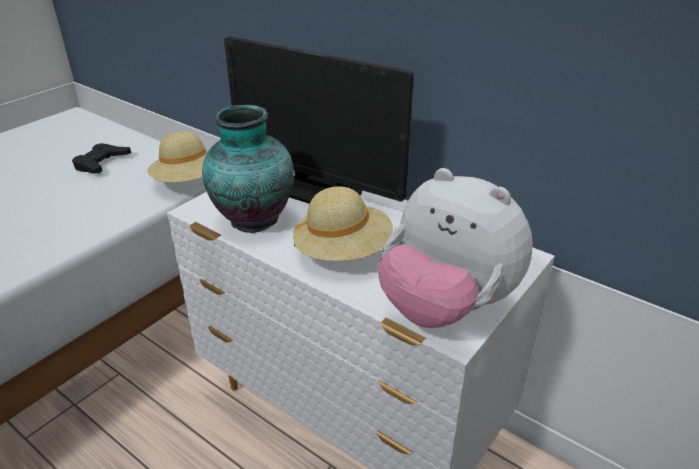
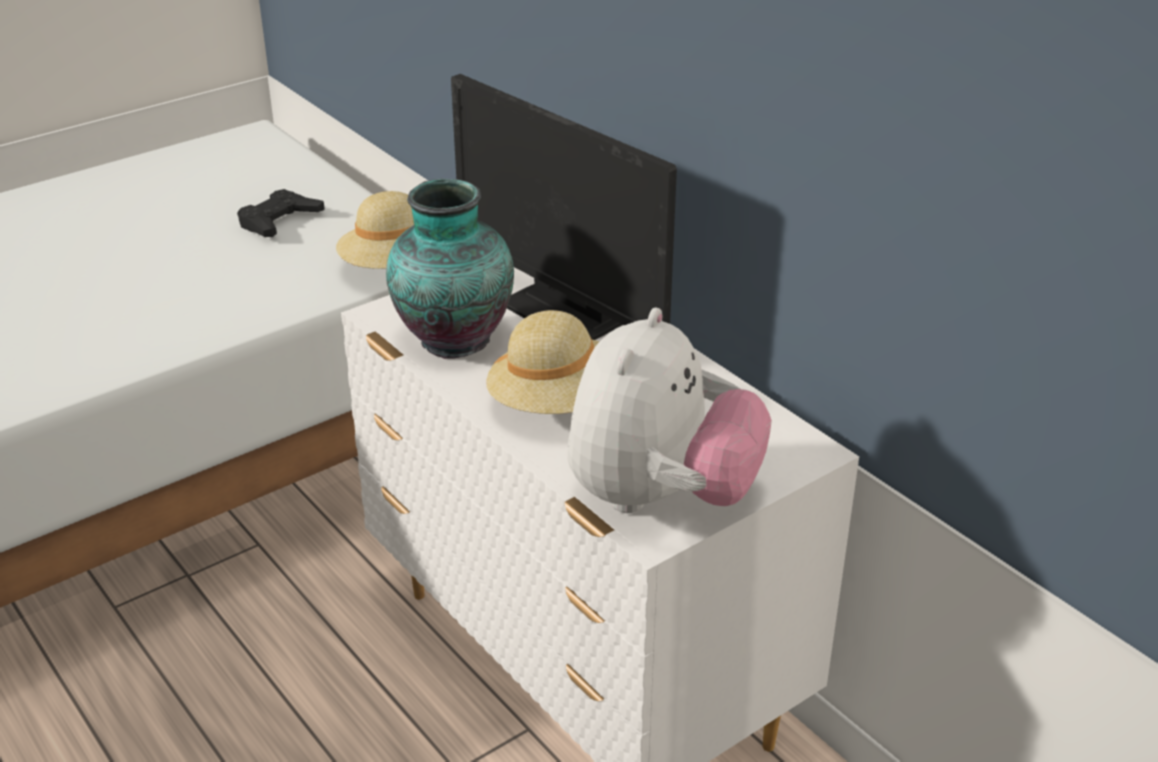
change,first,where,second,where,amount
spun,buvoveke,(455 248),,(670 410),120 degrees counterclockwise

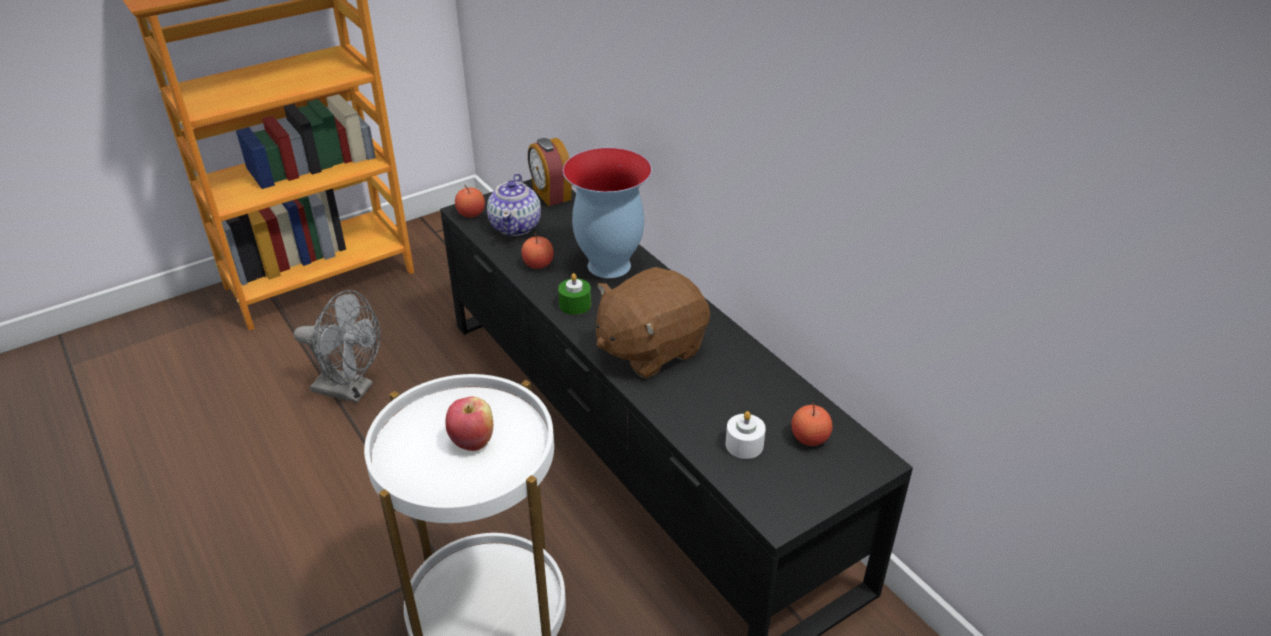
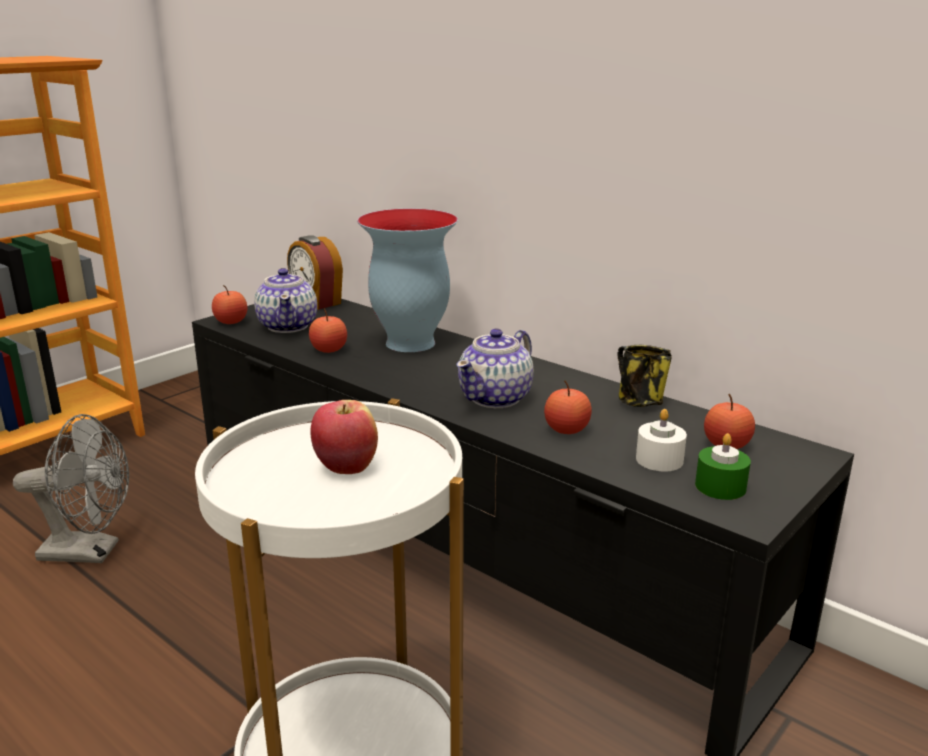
change,first,where,second,where,amount
relocated,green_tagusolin,(574 294),,(723 466),
exchanged,brown_buvoveke,(653 323),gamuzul,(495 368),
appeared,,,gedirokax,(568 407),
appeared,,,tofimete,(644 376),

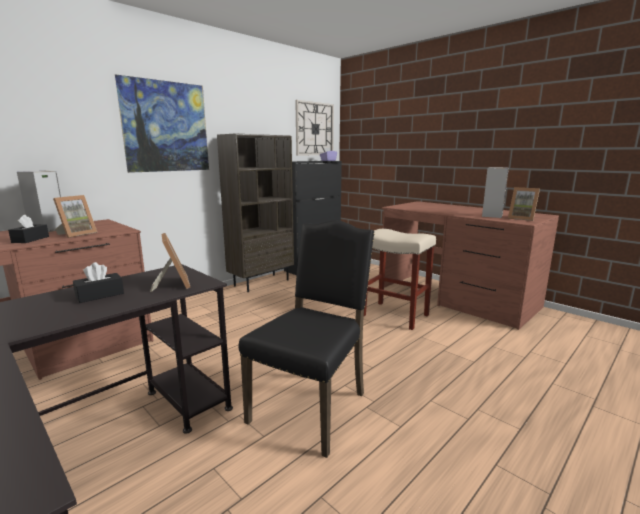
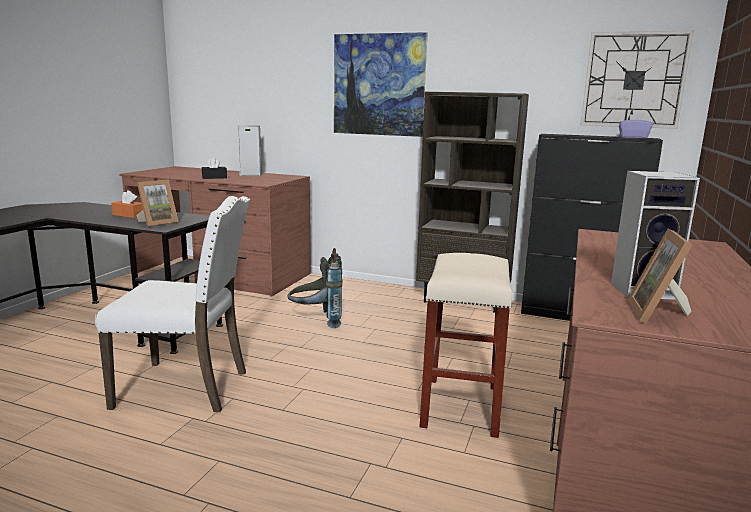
change,first,where,second,where,amount
missing,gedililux,(75 216),,,
colour,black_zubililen,(98 282),orange_zubililen,(127 204),
colour,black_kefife,(306 339),white_kefife,(172 304),
appeared,,,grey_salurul,(315 288),

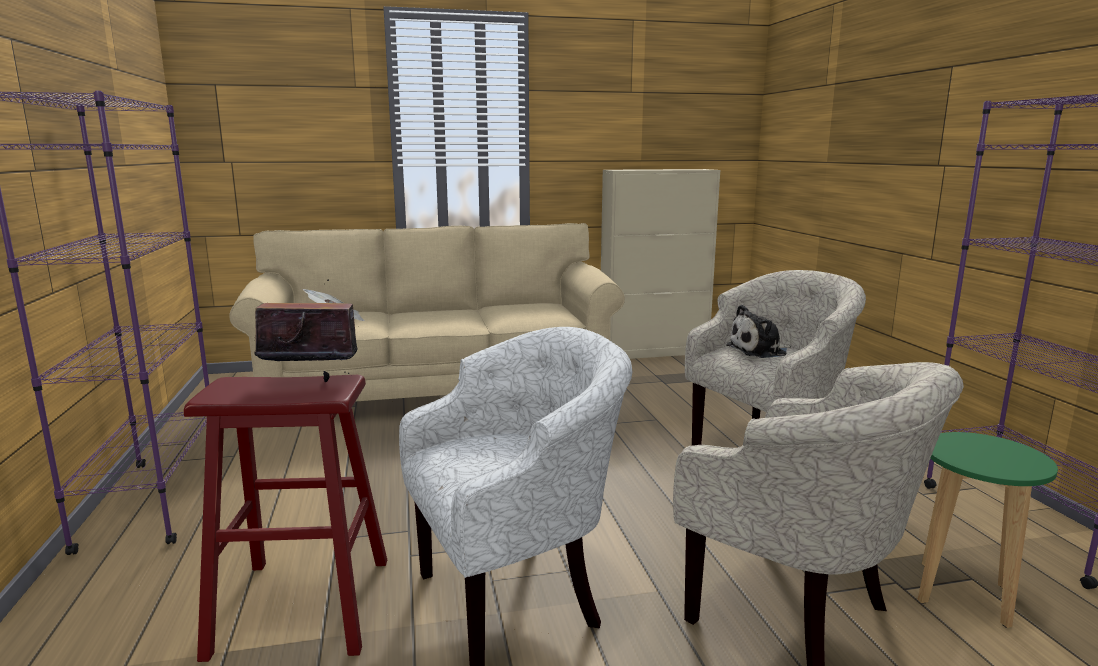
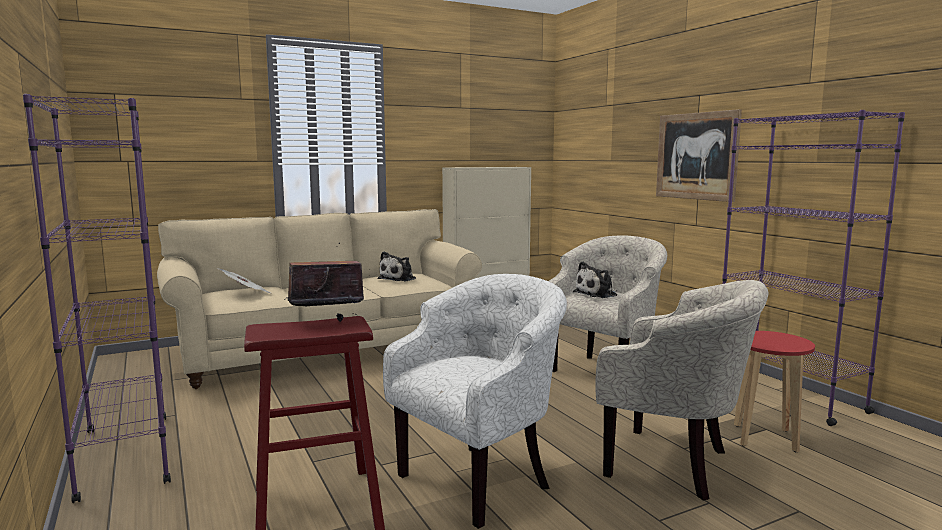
change,first,where,second,where,amount
colour,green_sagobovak,(987 530),red_sagobovak,(774 391),
appeared,,,buvoveke,(397 266),
appeared,,,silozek,(699 155),

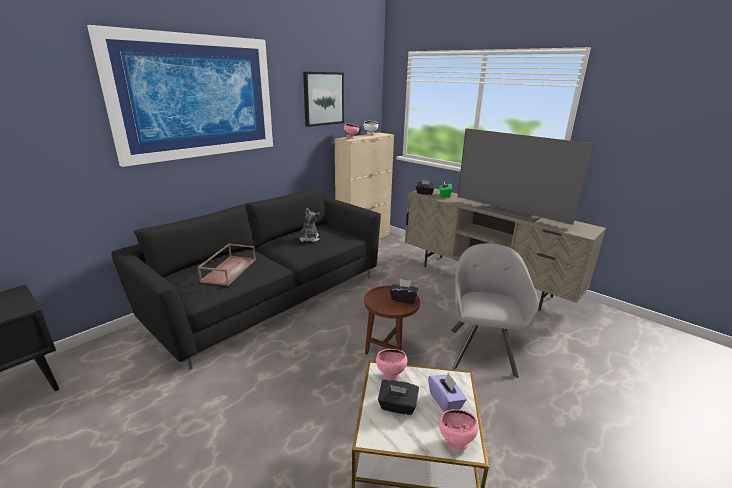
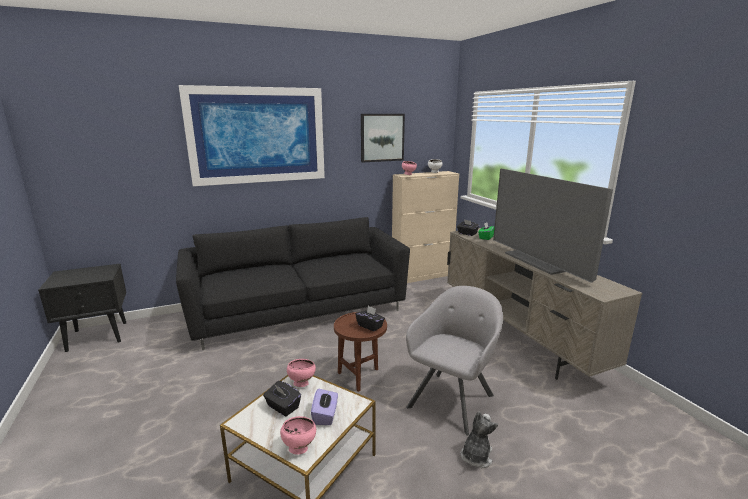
change,first,where,second,where,amount
missing,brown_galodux,(226 264),,,
relocated,buvoveke,(309 225),,(479 440),

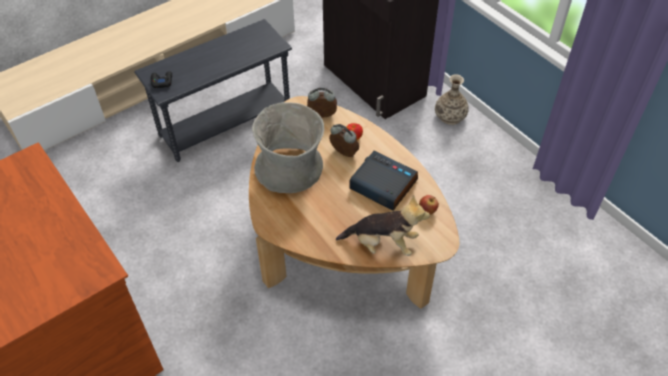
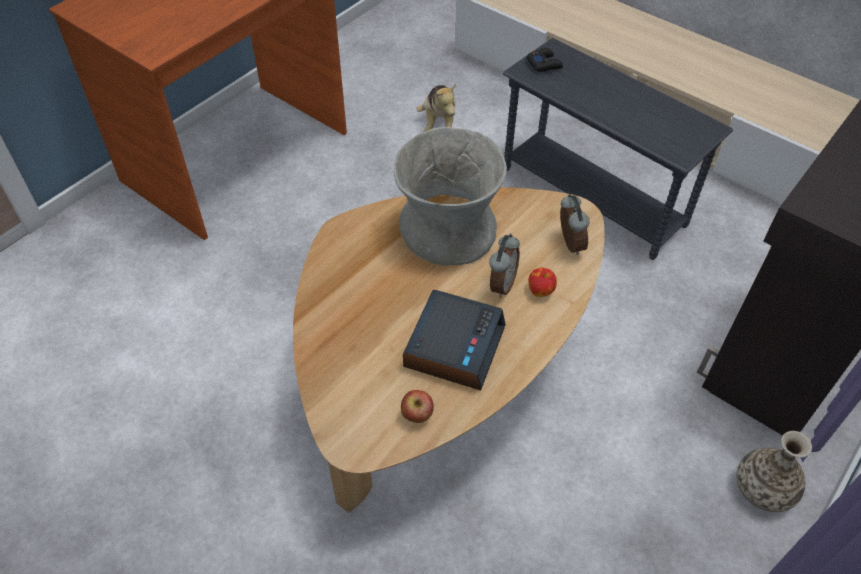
change,first,where,second,where,amount
relocated,buvoveke,(383 225),,(436 108),

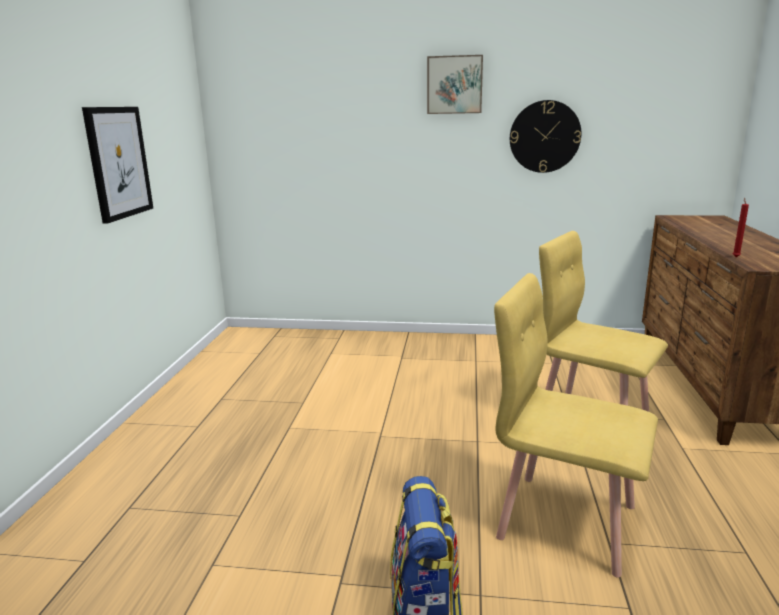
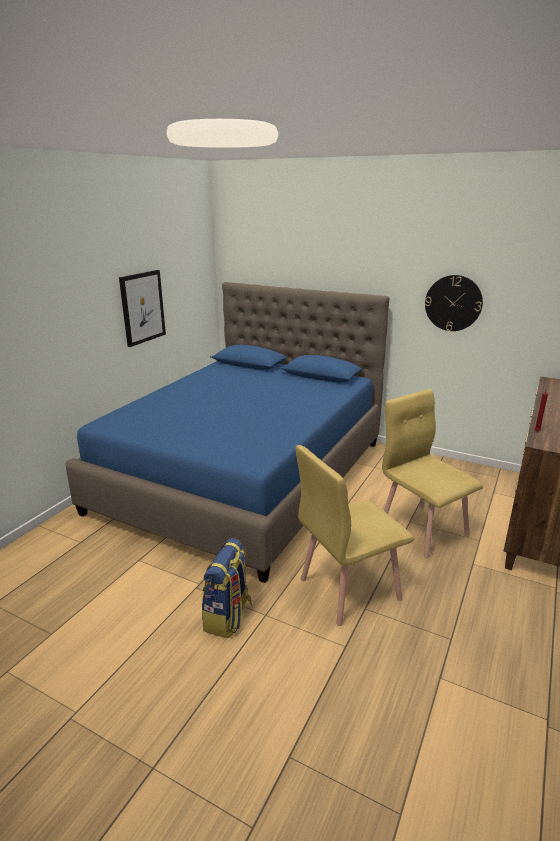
change,first,where,second,where,amount
missing,silozek,(455 84),,,
spun,yellow_kefife,(576 425),,(355 535),75 degrees counterclockwise
appeared,,,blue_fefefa,(227 432),

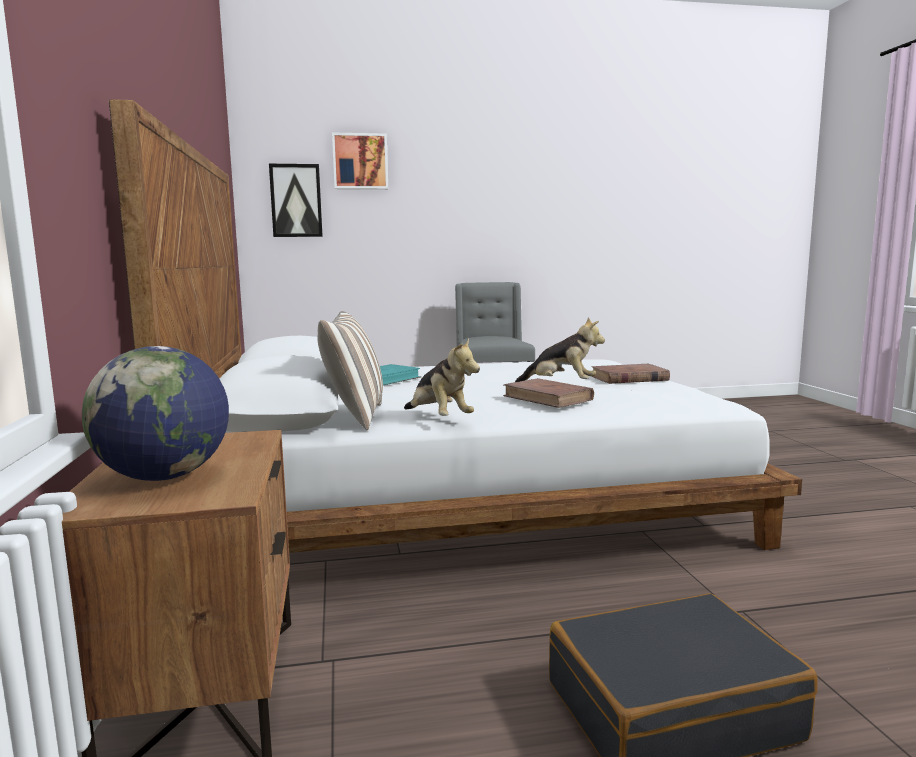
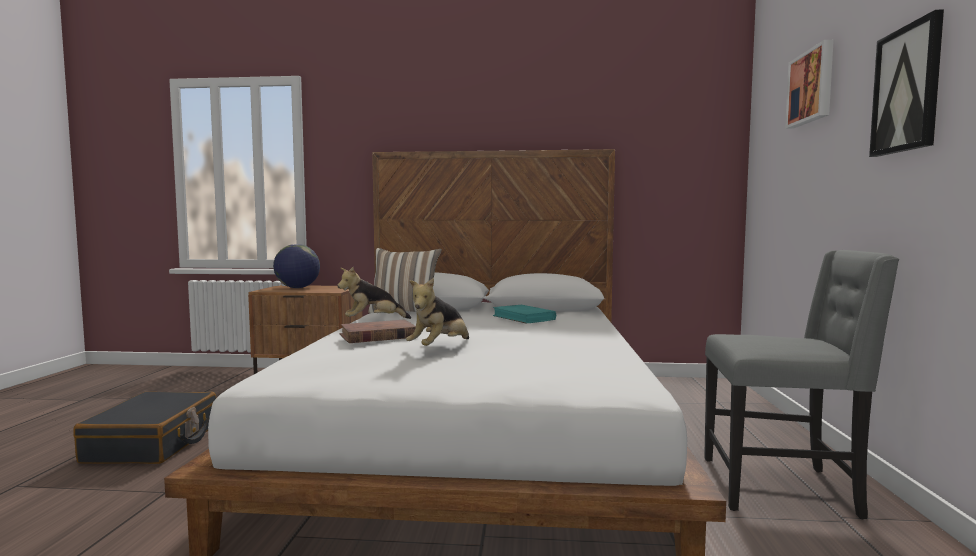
change,first,where,second,where,amount
relocated,silozek,(296 200),,(906 83),
missing,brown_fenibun,(630 374),,,

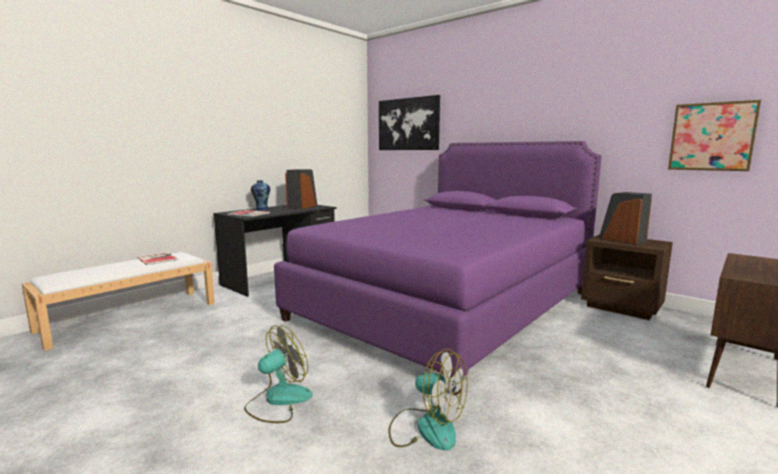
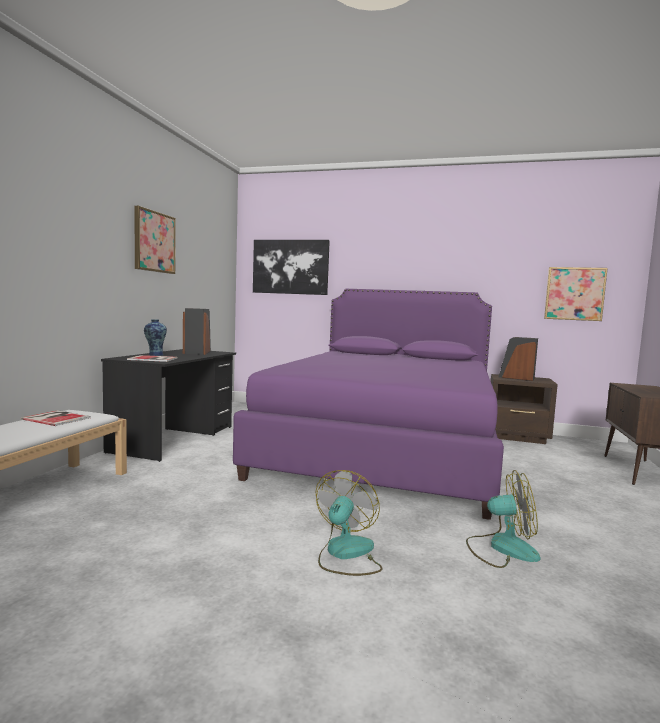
change,first,where,second,where,amount
appeared,,,silozek,(155 240),

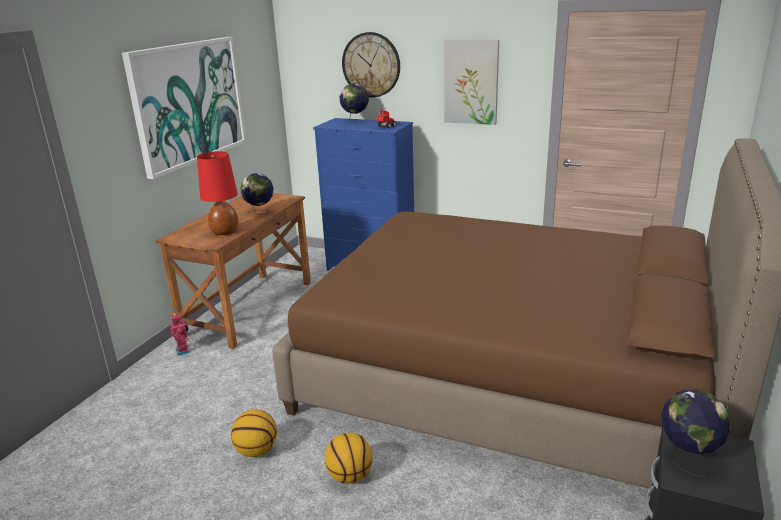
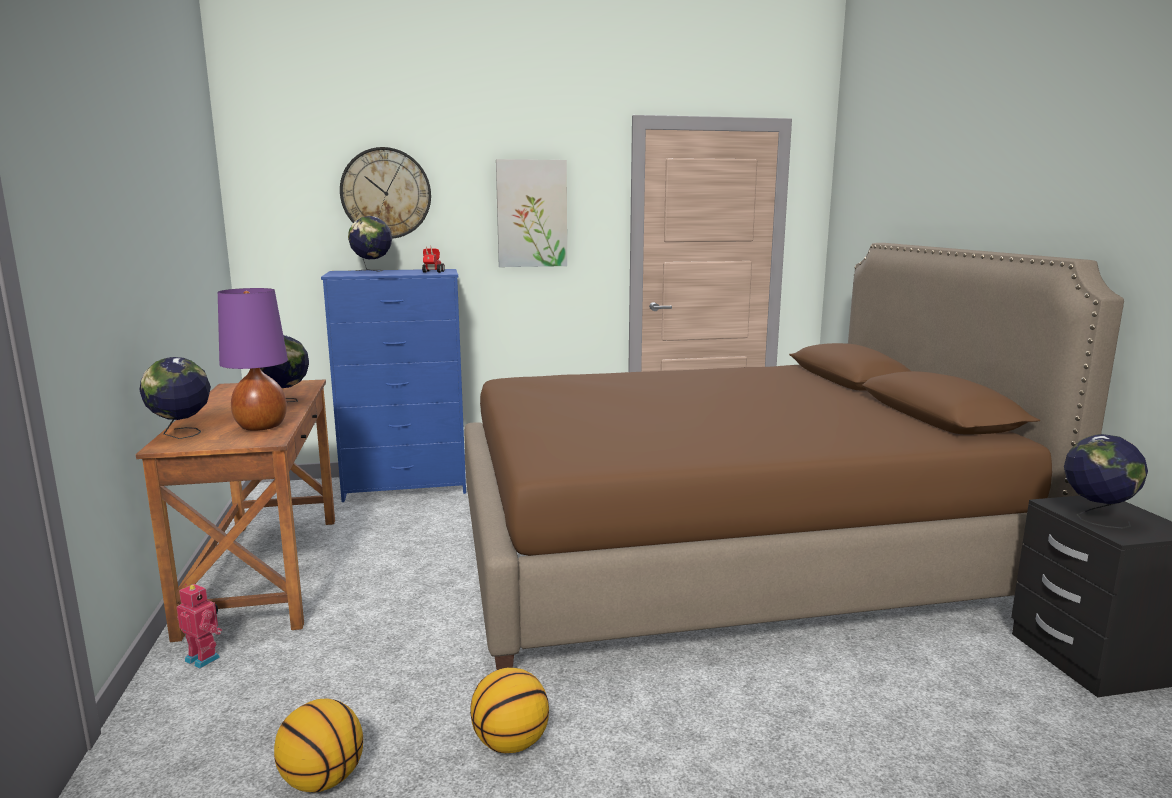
change,first,where,second,where,amount
missing,silozek,(184 108),,,
colour,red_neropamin,(217 193),purple_neropamin,(253 359),
relocated,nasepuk,(348 458),,(318 745),
appeared,,,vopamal,(175 398),

